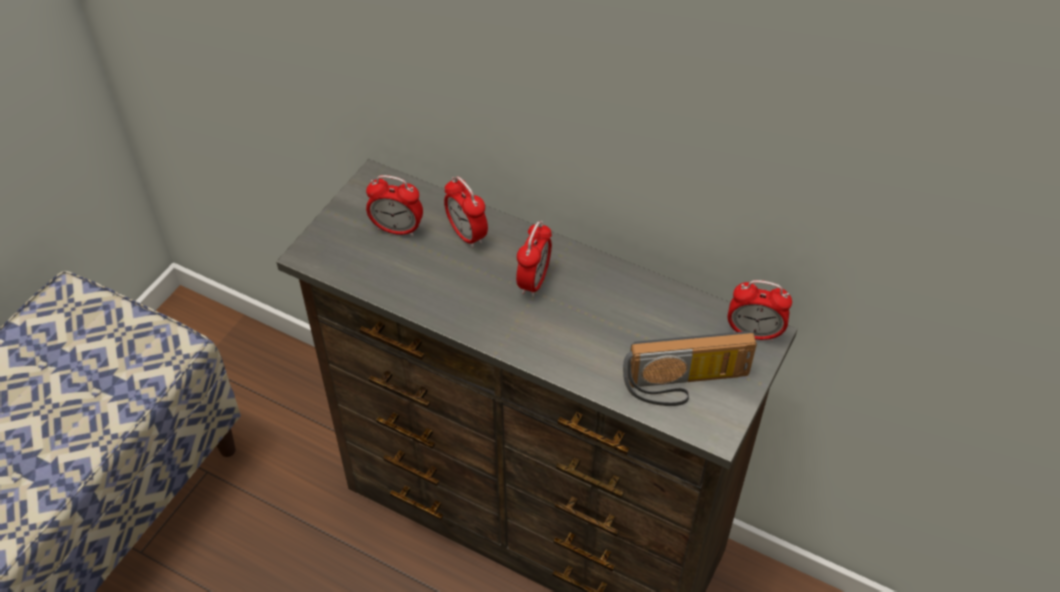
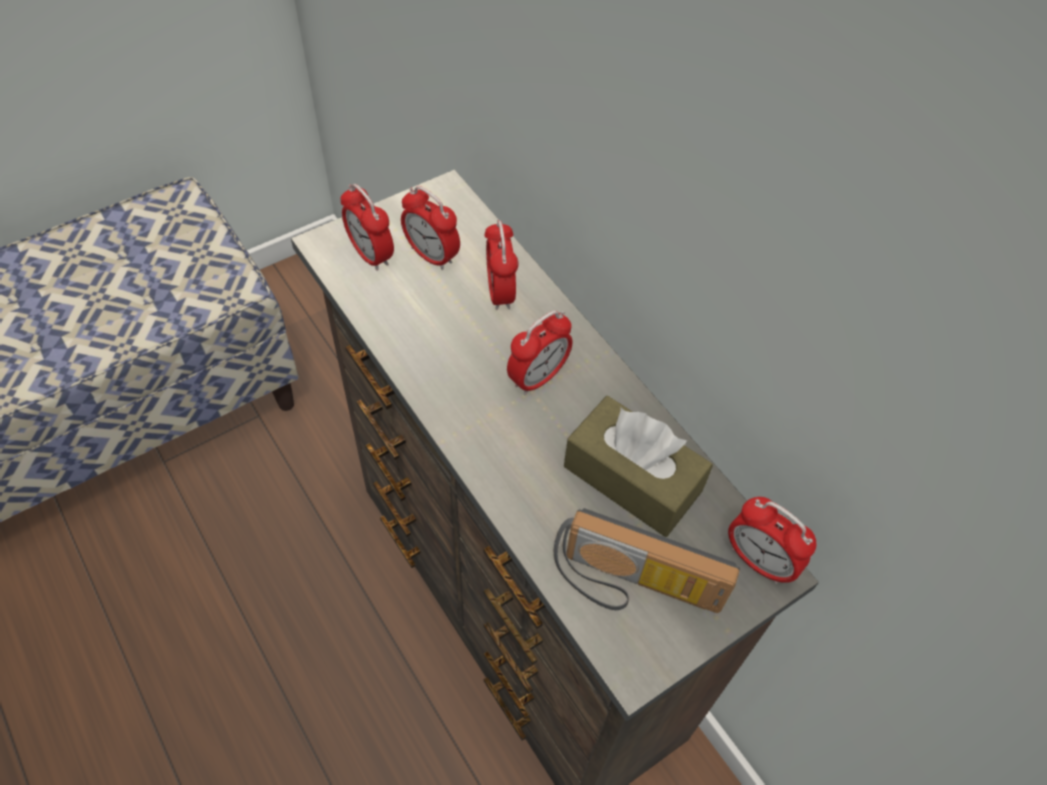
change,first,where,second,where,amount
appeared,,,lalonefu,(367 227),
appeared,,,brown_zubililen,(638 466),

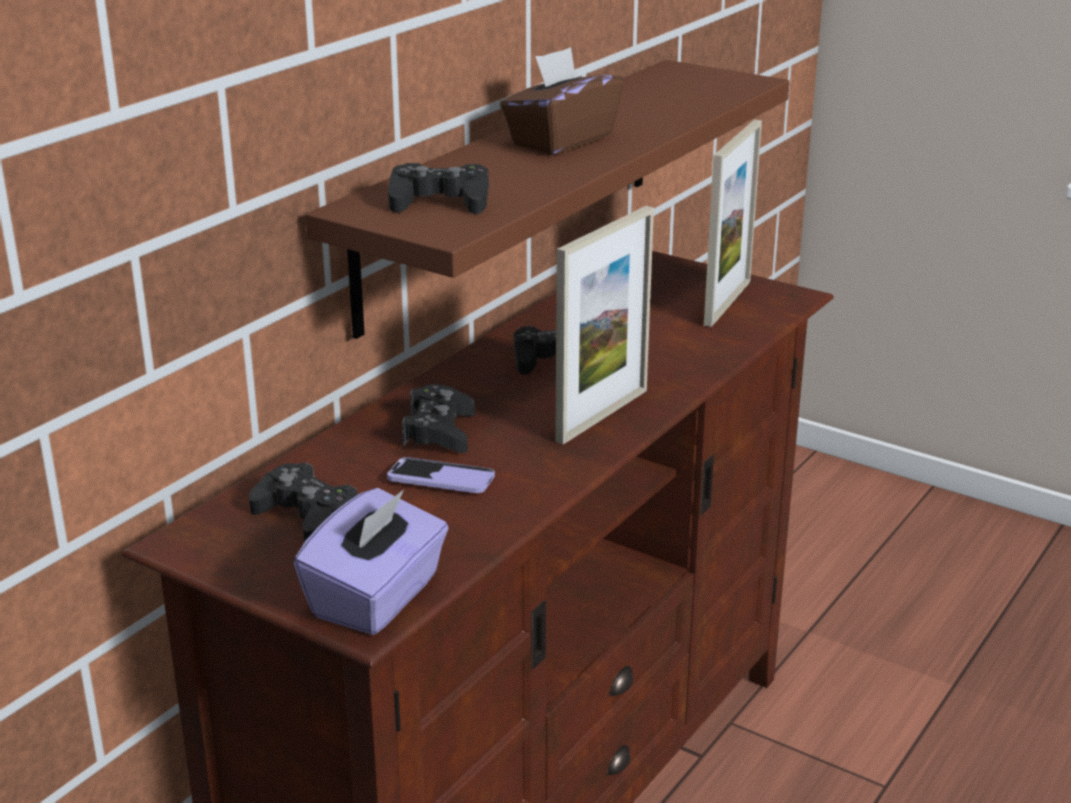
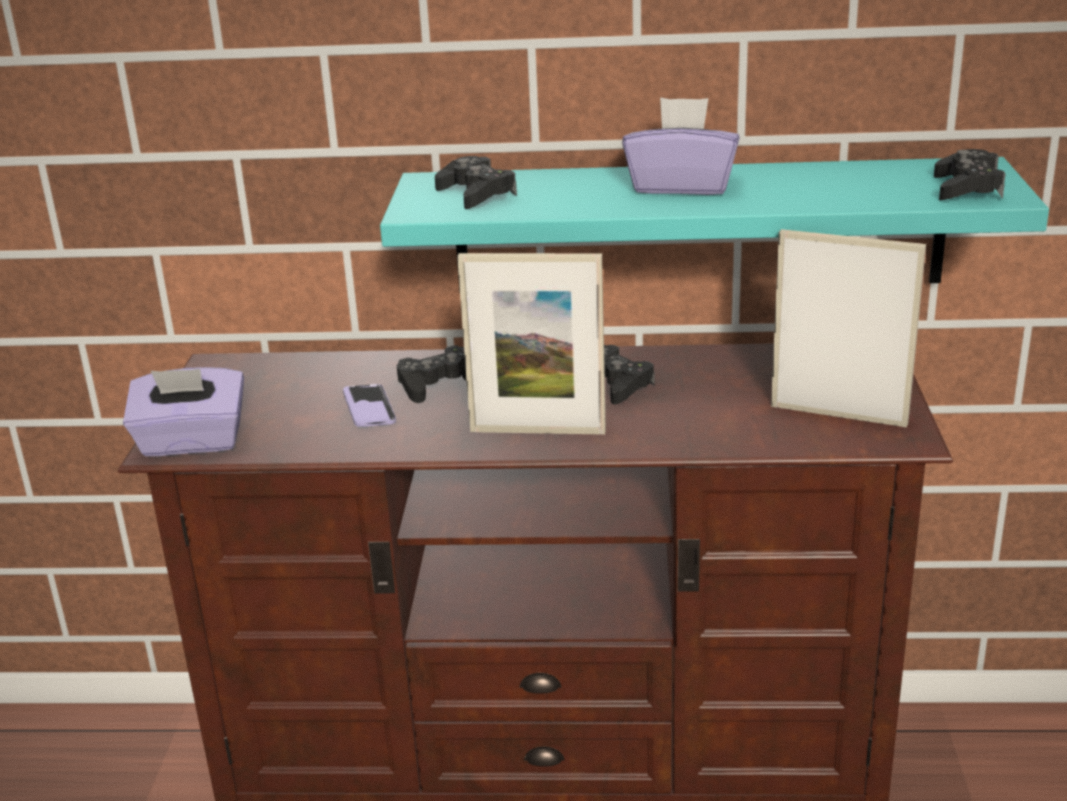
change,first,where,second,where,amount
relocated,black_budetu,(303 502),,(969 174),
colour,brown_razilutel,(547 199),turquoise_razilutel,(714 224),
colour,brown_zubililen,(562 101),purple_zubililen,(681 146),
spun,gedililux,(733 223),,(848 328),150 degrees counterclockwise

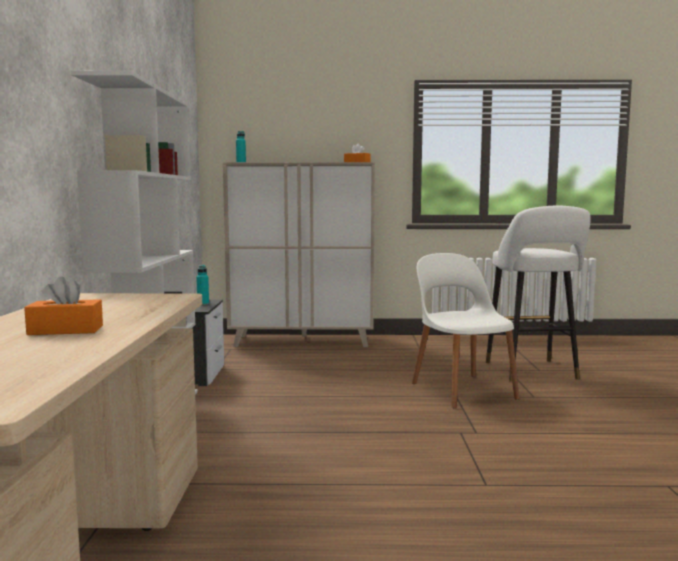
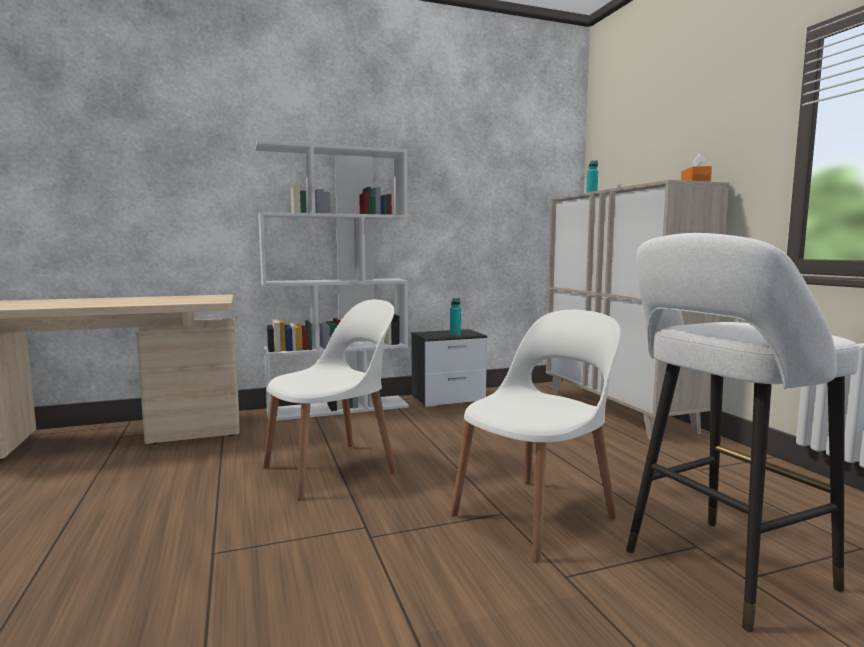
change,first,where,second,where,amount
missing,orange_zubililen,(63 305),,,
appeared,,,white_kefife,(329 400),

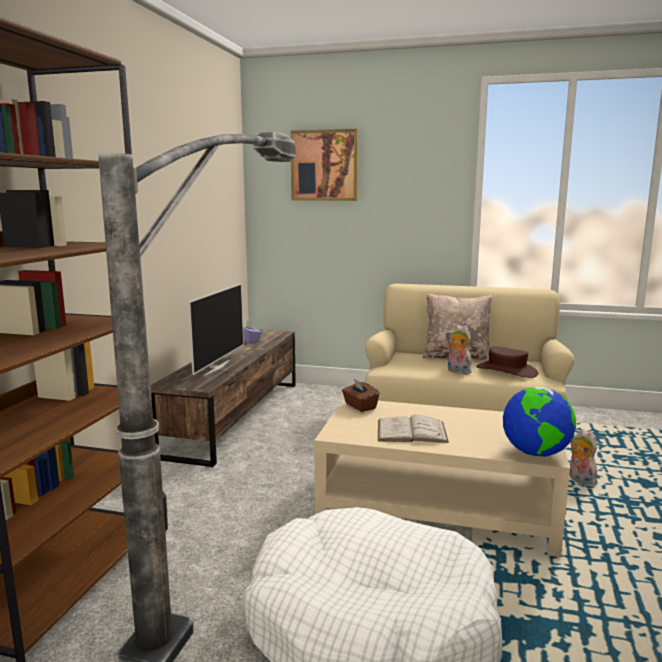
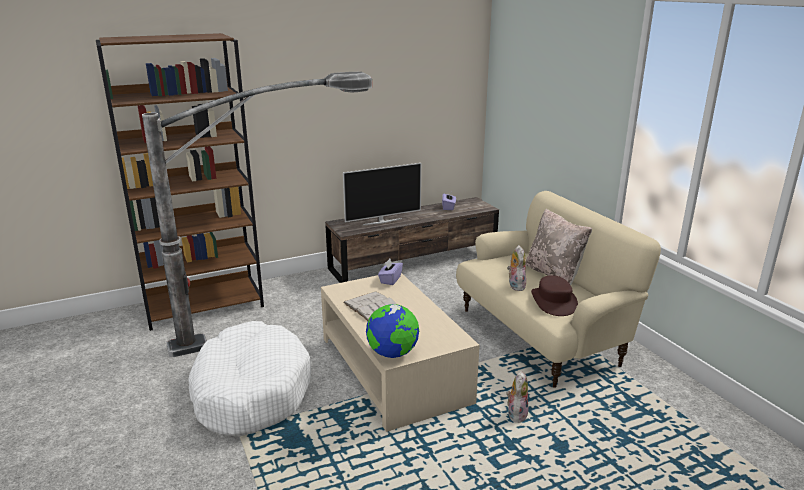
change,first,where,second,where,amount
missing,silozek,(324 165),,,
colour,brown_zubililen,(361 395),purple_zubililen,(390 272),

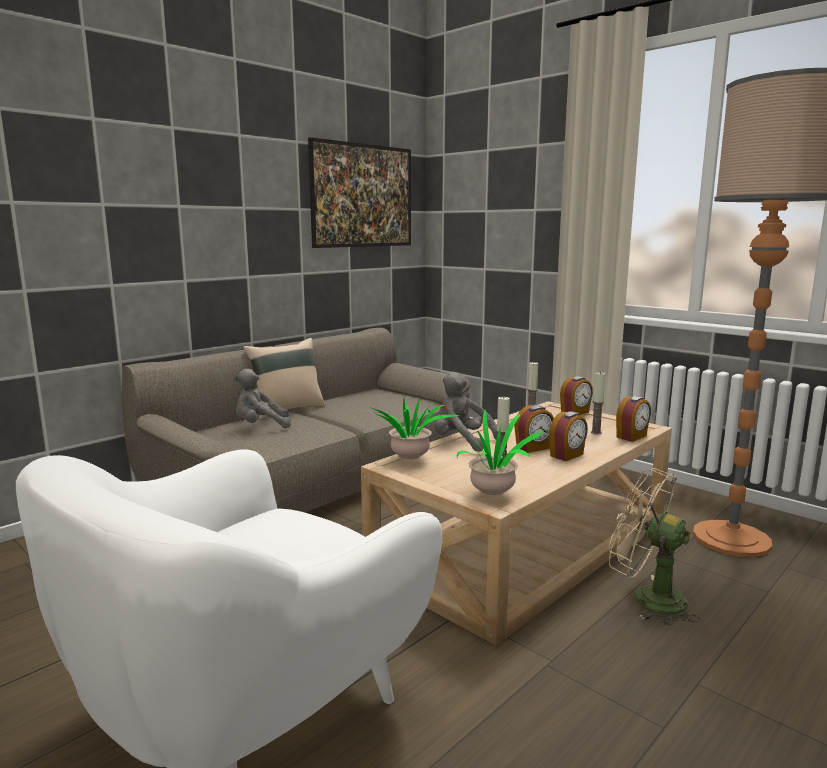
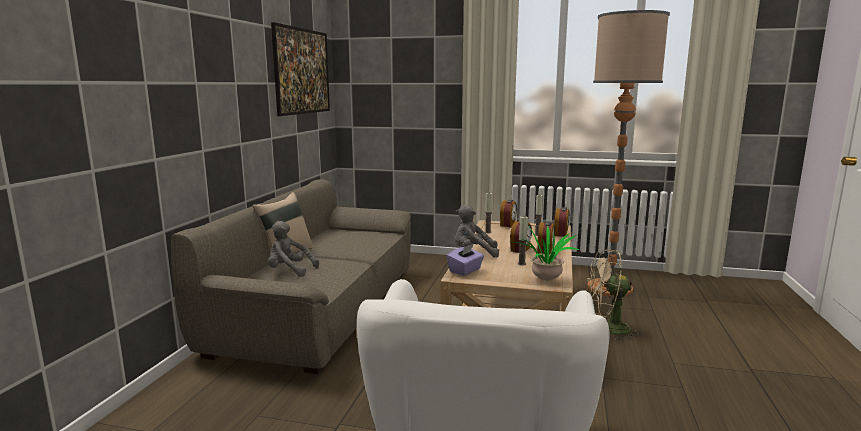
change,first,where,second,where,amount
spun,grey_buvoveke,(262 398),,(293 249),60 degrees clockwise
exchanged,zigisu,(416 429),purple_zubililen,(465 260),

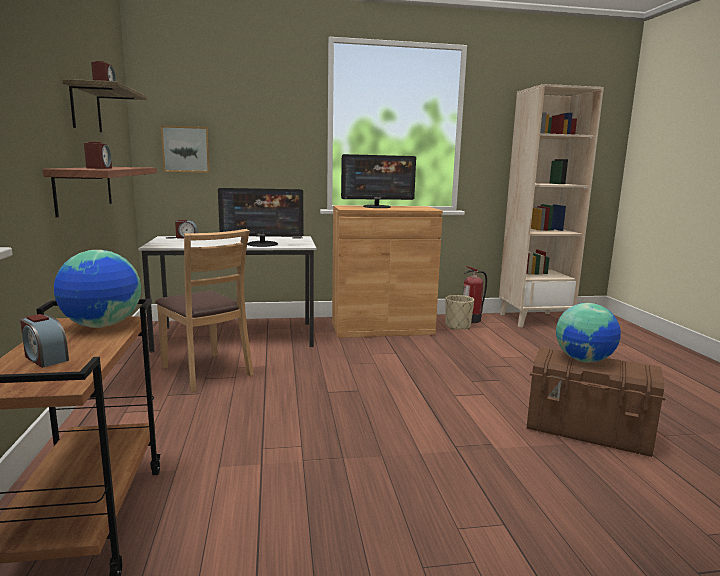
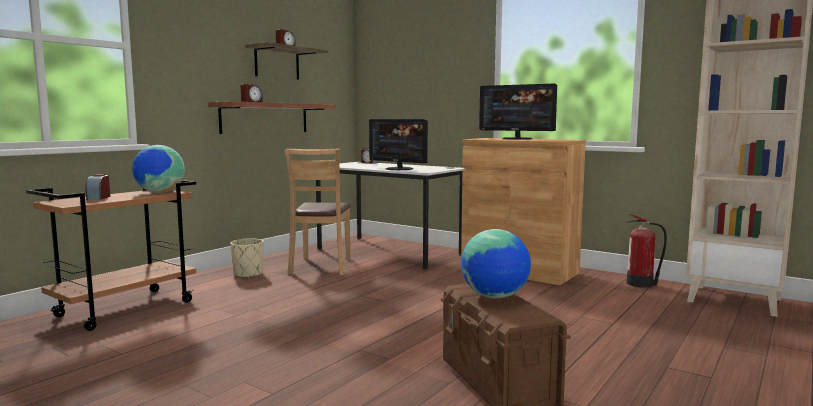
change,first,where,second,where,amount
missing,silozek,(185 149),,,
relocated,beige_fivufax,(459 312),,(247 258),

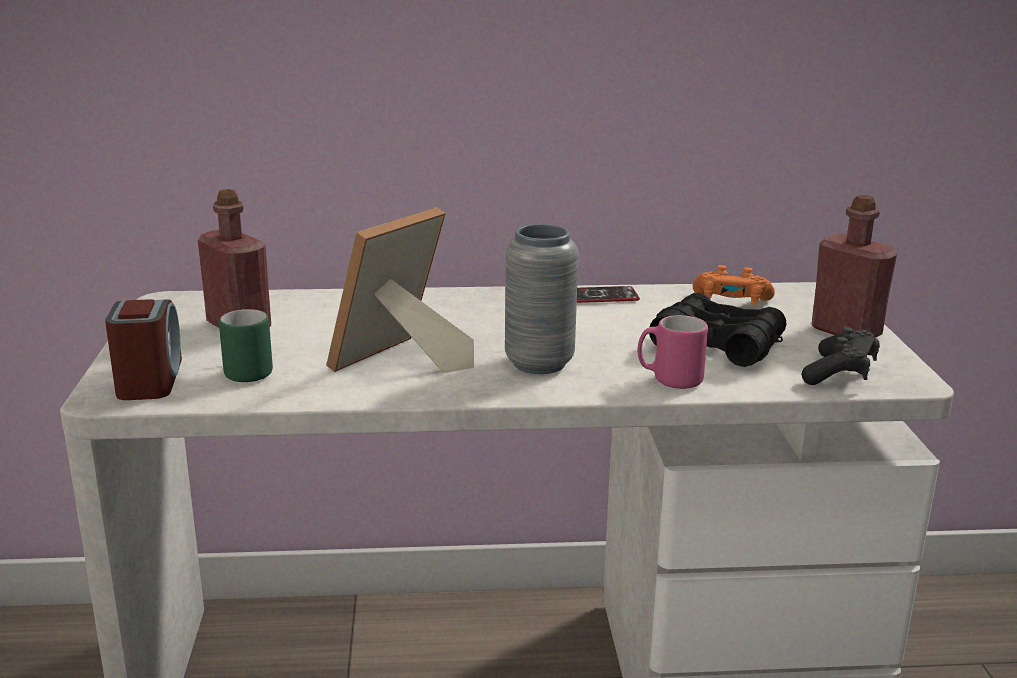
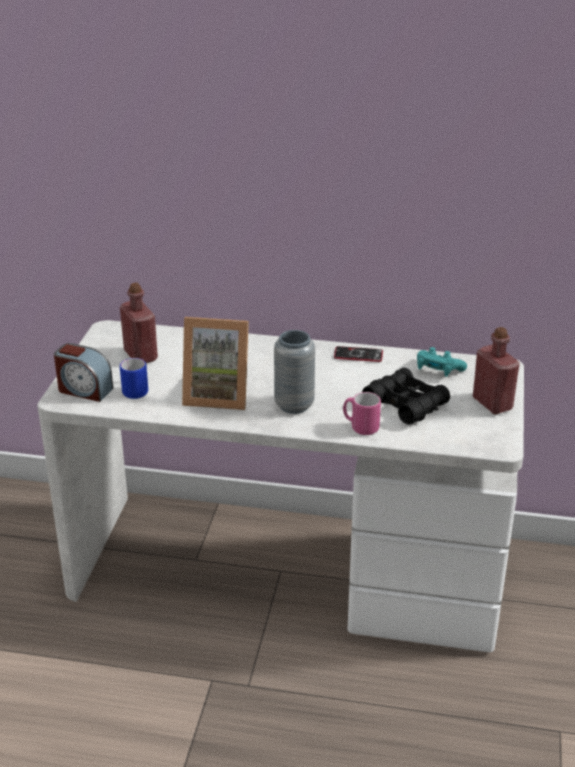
change,first,where,second,where,amount
spun,lalonefu,(143 349),,(83 372),105 degrees clockwise
colour,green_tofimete,(246 345),blue_tofimete,(134 378),
spun,gedililux,(400 290),,(215 363),135 degrees counterclockwise
colour,orange_budetu,(734 285),turquoise_budetu,(442 362),
missing,black_budetu,(841 356),,,

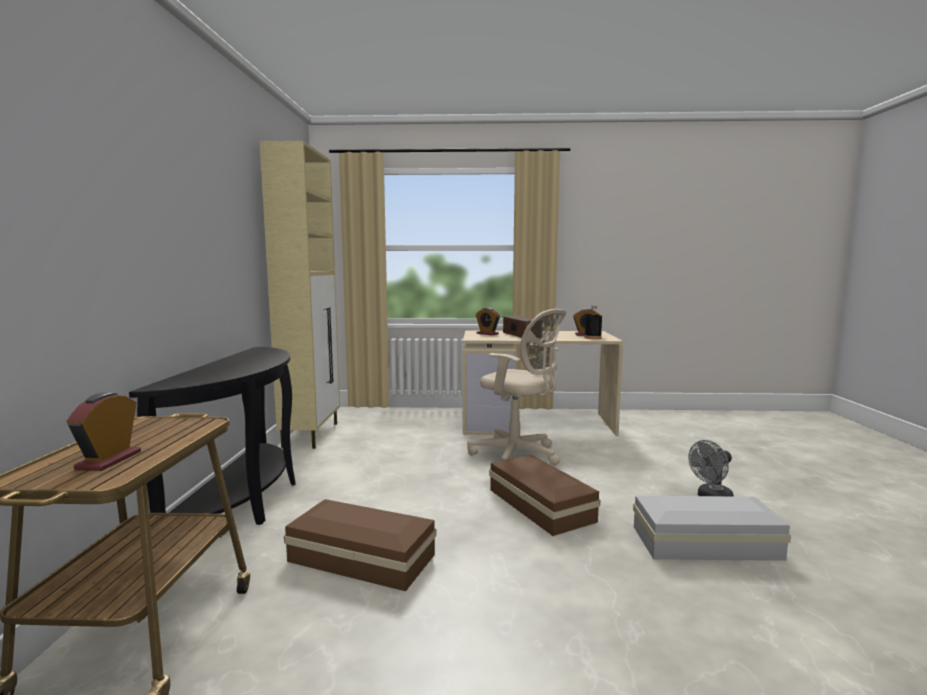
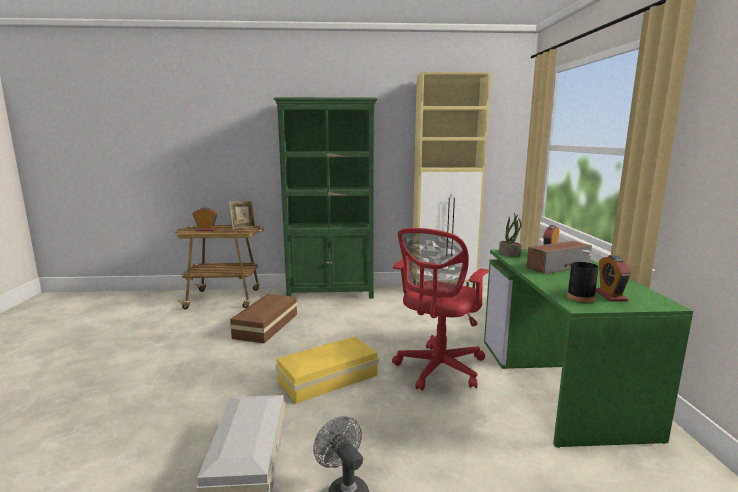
change,first,where,second,where,amount
exchanged,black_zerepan,(212 436),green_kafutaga,(325 198),
colour,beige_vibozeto,(543 383),green_vibozeto,(588 348),
colour,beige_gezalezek,(516 387),red_gezalezek,(440 309),
colour,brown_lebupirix,(545 495),yellow_lebupirix,(327 370),
appeared,,,gedililux,(242 215),
appeared,,,zigisu,(510 235),

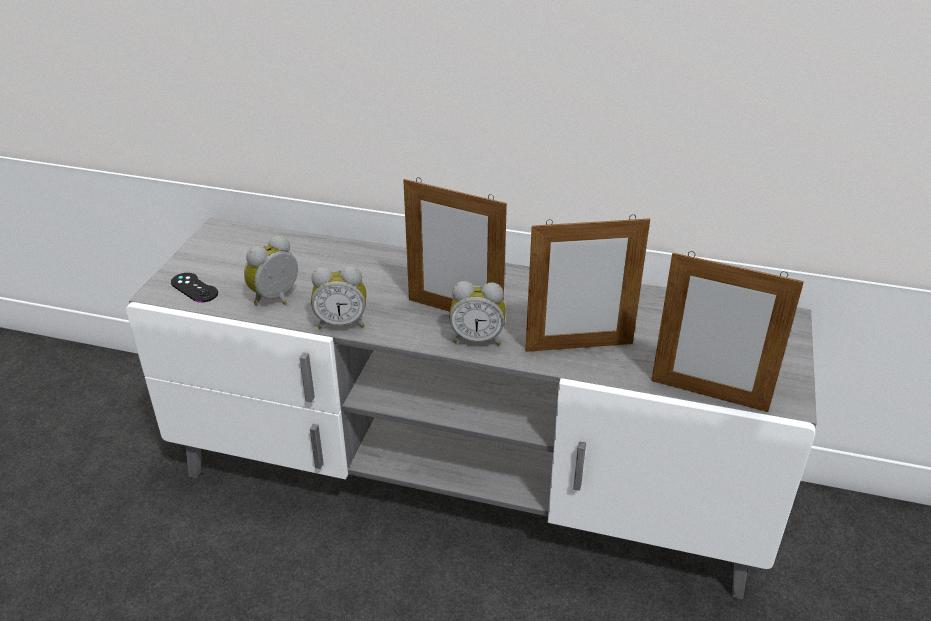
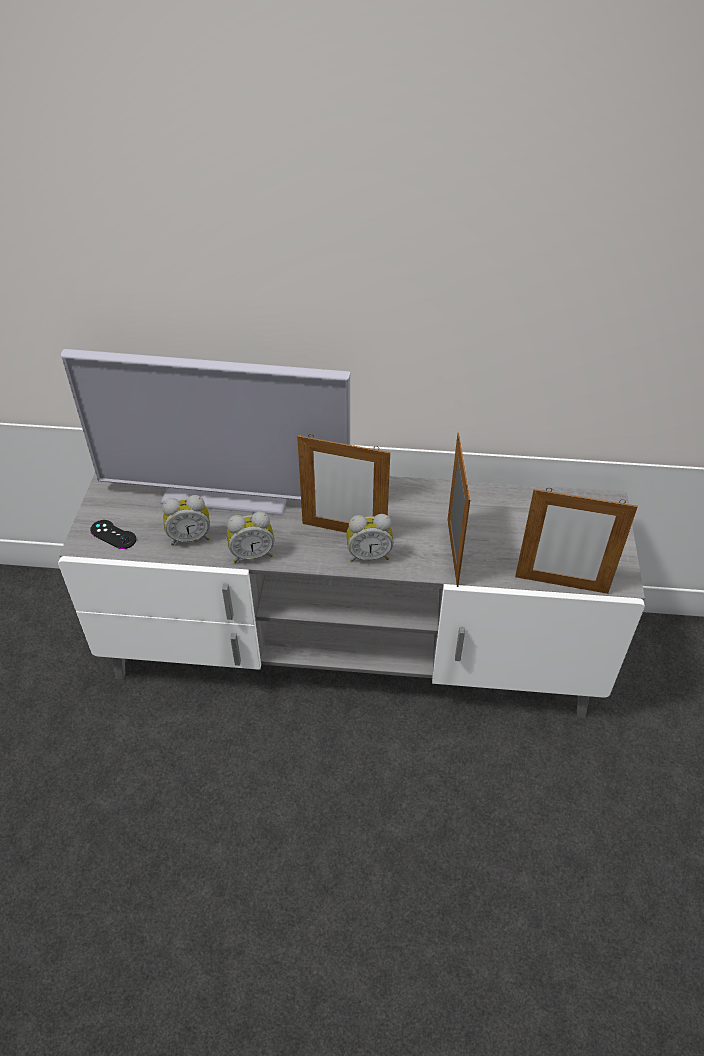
change,first,where,second,where,amount
spun,lalonefu,(271 270),,(186 520),135 degrees counterclockwise
spun,gedililux,(587 283),,(458 510),75 degrees counterclockwise
appeared,,,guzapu,(205 432),

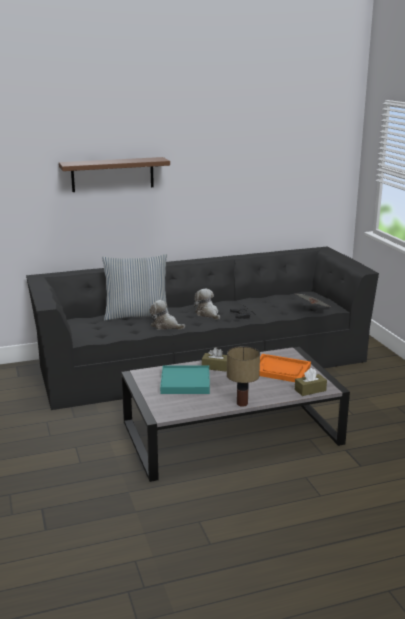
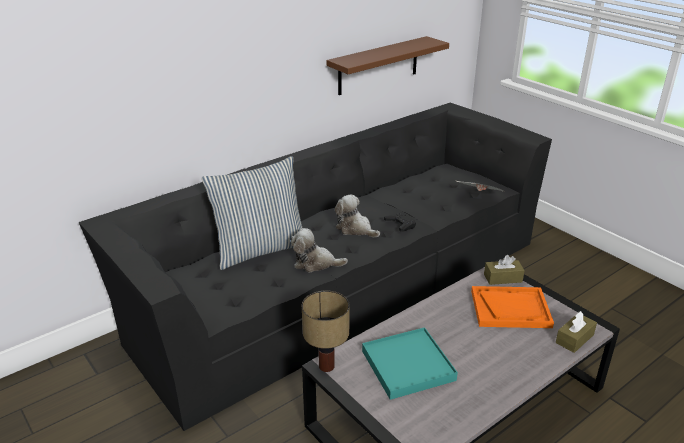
change,first,where,second,where,amount
relocated,brown_razilutel,(114 174),,(387 65),
relocated,brown_zubililen,(214 359),,(504 270),
relocated,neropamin,(243 376),,(326 331),

